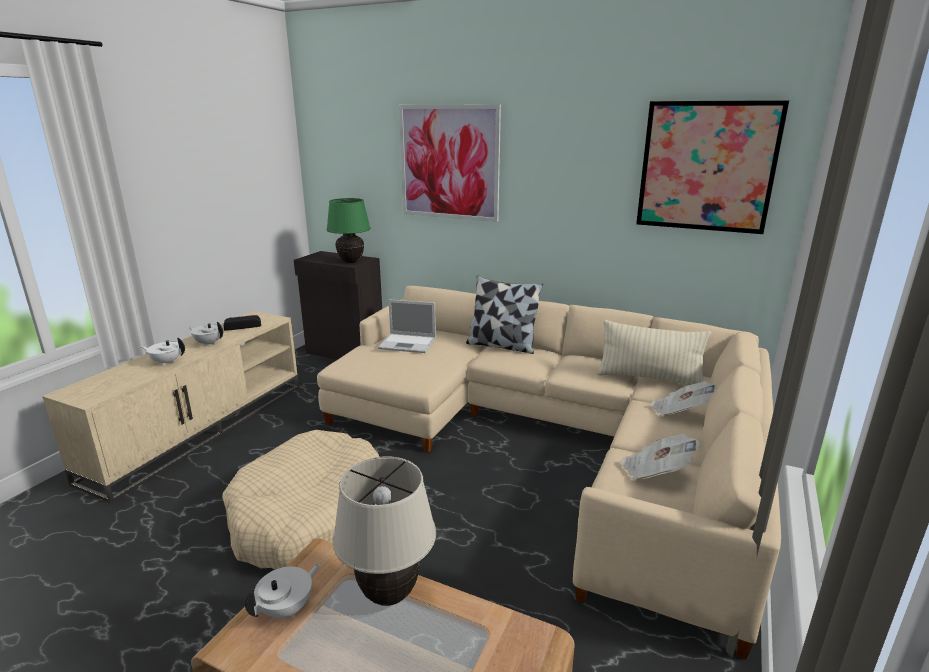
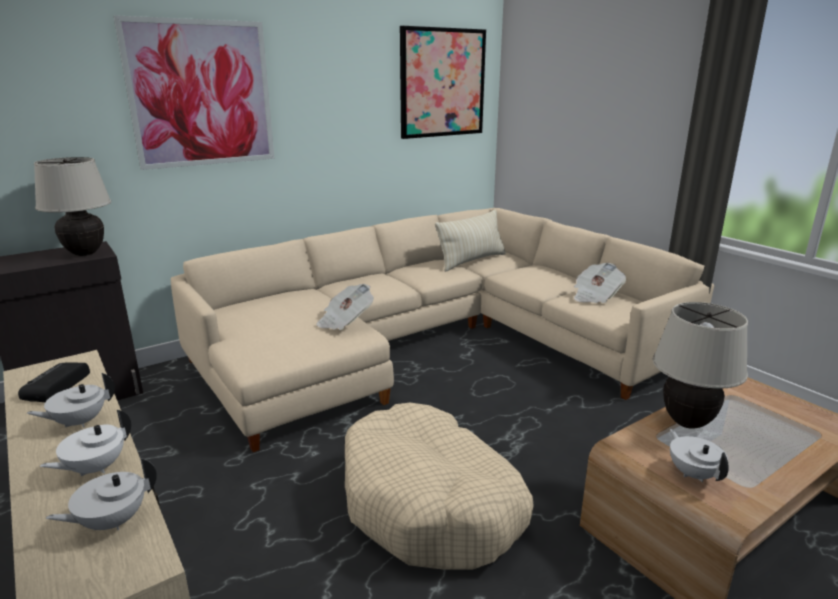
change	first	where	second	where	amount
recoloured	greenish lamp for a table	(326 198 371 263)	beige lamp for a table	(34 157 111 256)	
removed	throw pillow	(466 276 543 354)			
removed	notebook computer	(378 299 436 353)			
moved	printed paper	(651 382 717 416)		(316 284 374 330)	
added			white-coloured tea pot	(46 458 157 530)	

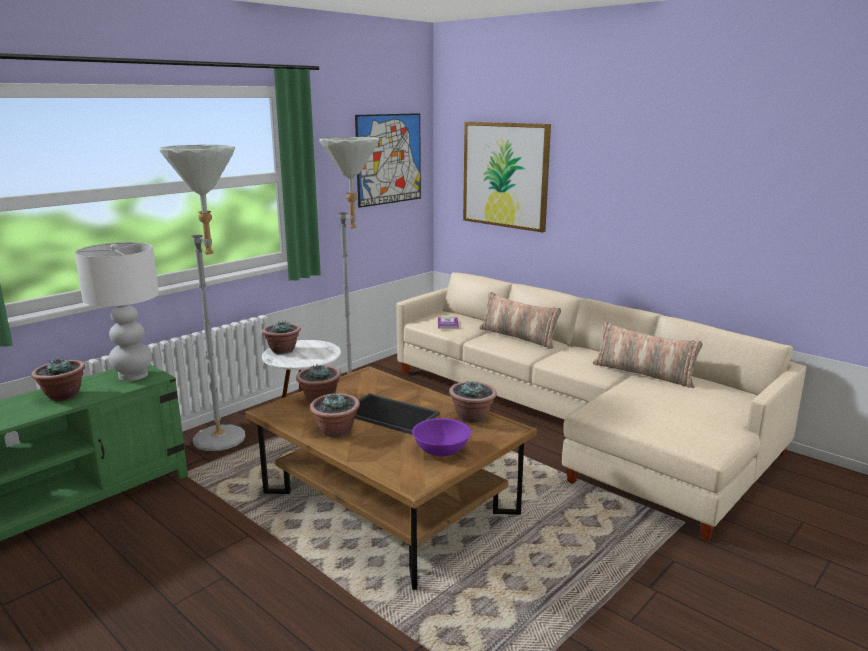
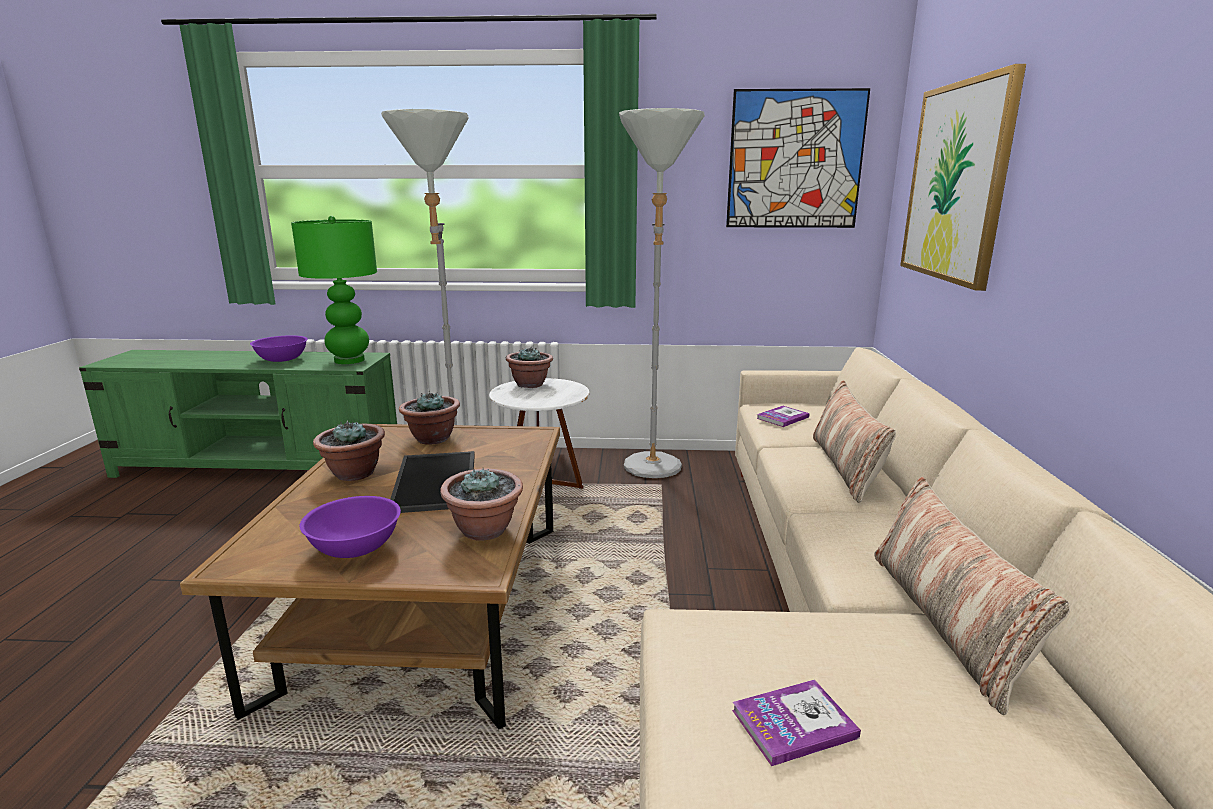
change	first	where	second	where	amount
recoloured	white-coloured lamp for a table	(75 242 159 381)	greenish lamp for a table	(291 216 377 364)	
replaced	houseplant	(31 358 85 401)	purple-coloured deep dish	(250 335 308 362)	
added			book	(732 679 861 766)	

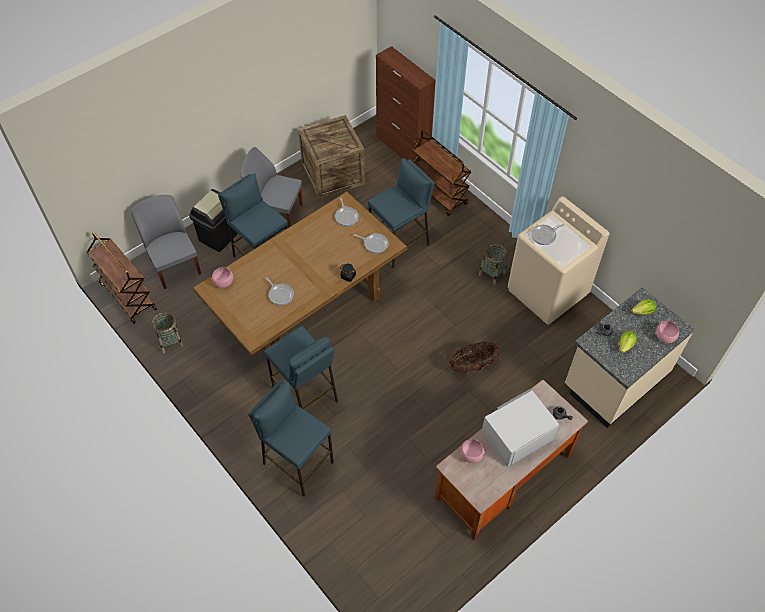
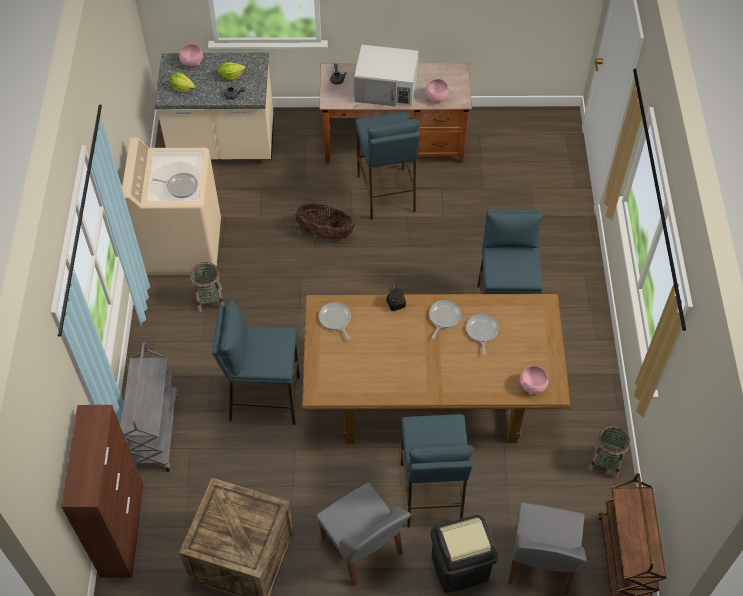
change	first	where	second	where	amount
recoloured	brown wheeled cart	(412 130 471 216)	gray wheeled cart	(121 343 178 472)	
moved	skillet	(335 198 359 226)		(429 300 461 339)	
moved	blue sitting stool	(248 381 334 497)		(356 112 420 220)	

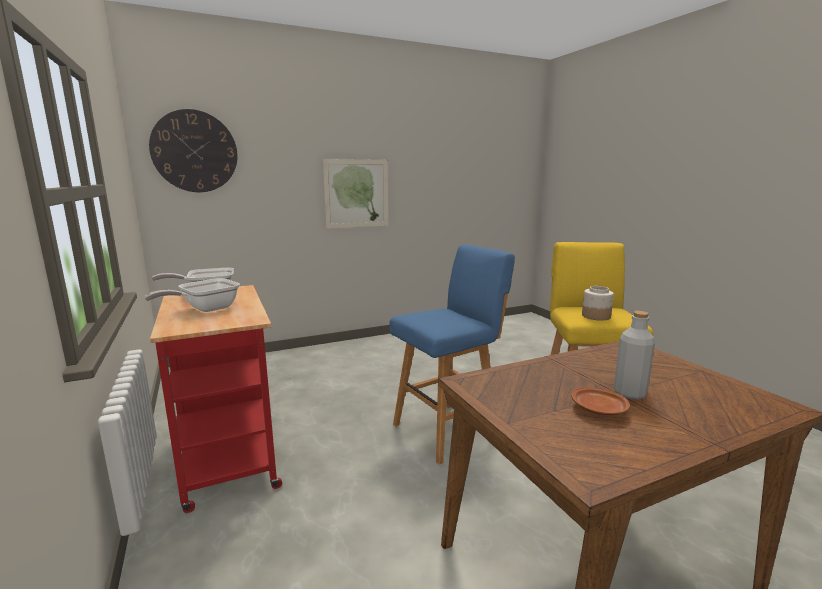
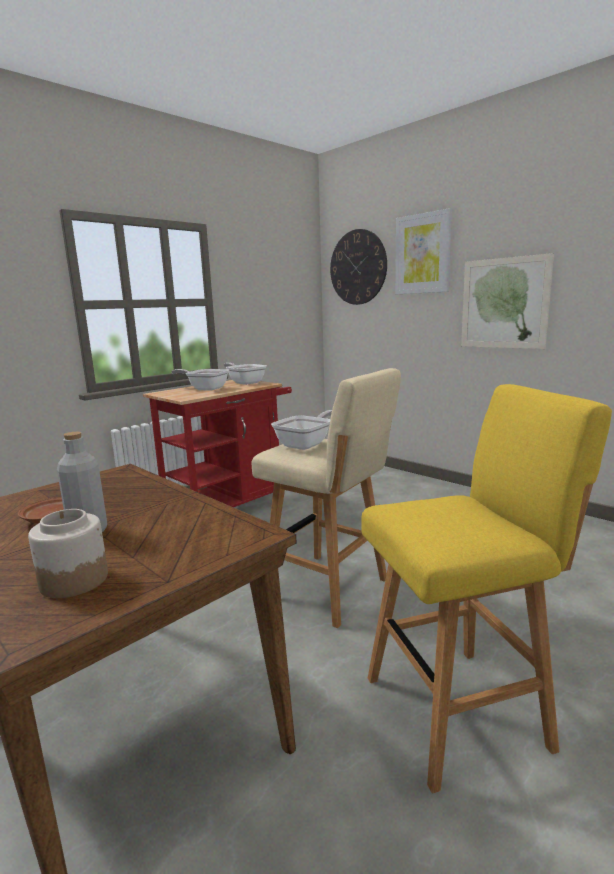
change	first	where	second	where	amount
recoloured	blue sitting stool	(390 244 515 464)	beige sitting stool	(251 368 401 628)	
moved	preserve jar	(582 286 614 321)		(28 509 108 598)	
added			picture	(395 208 452 294)	
added			skillet	(271 410 332 450)	

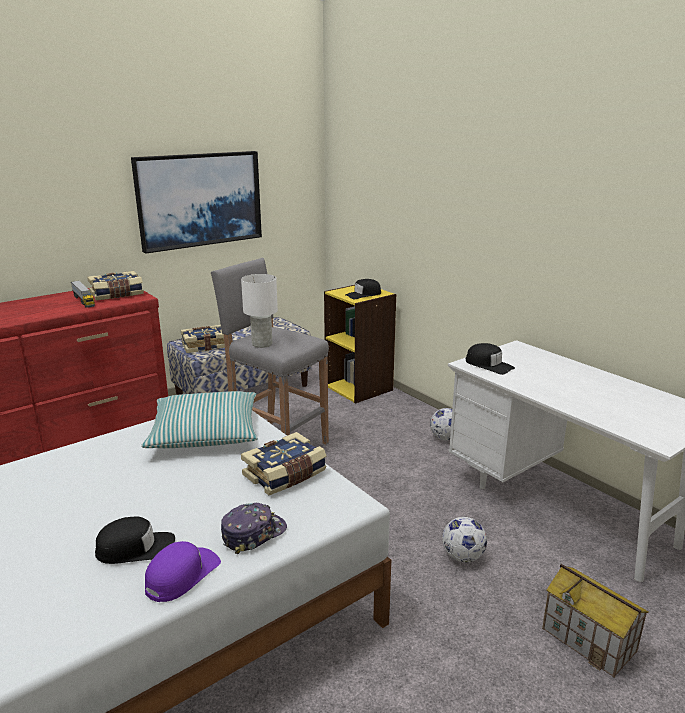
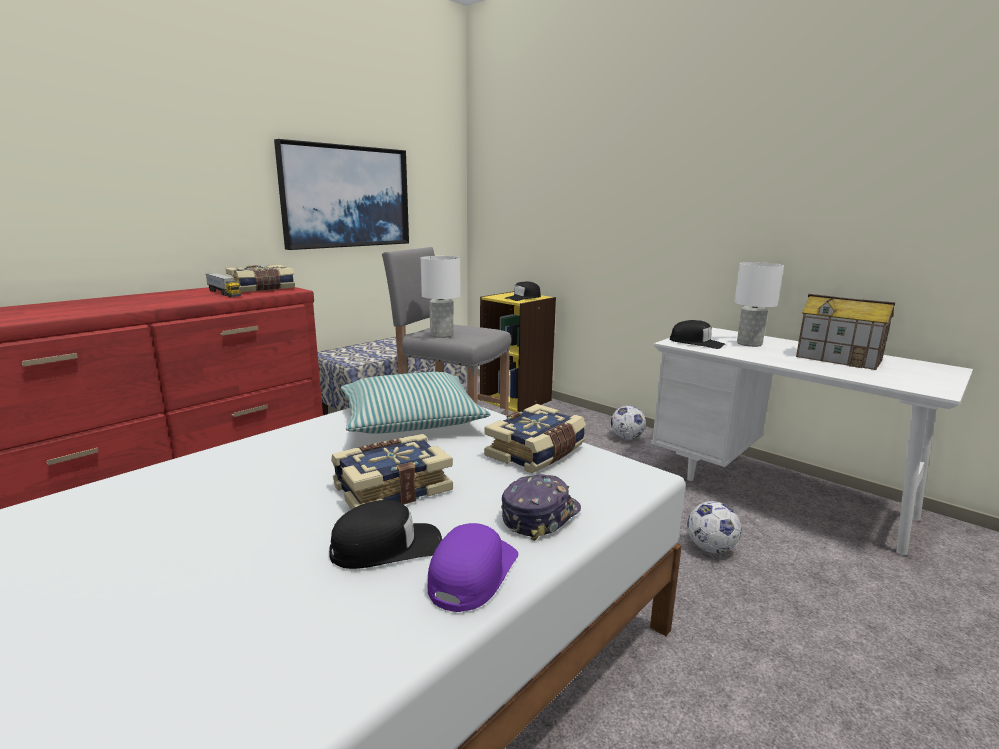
change	first	where	second	where	amount
moved	book	(181 325 225 353)		(331 434 453 510)	
moved	miniature house	(542 564 649 677)		(796 294 895 370)	
added			white-coloured lamp for a table	(734 262 784 347)	

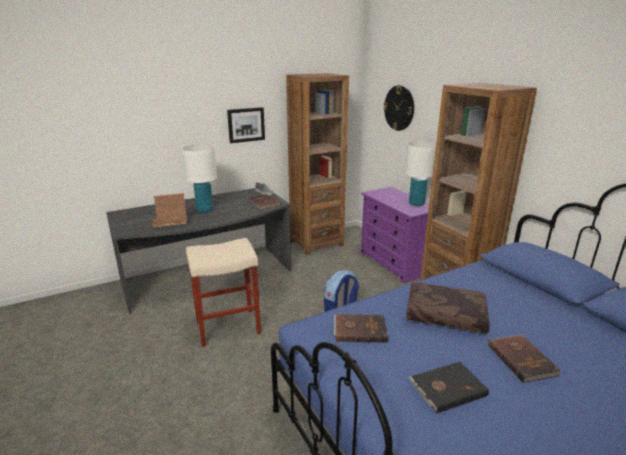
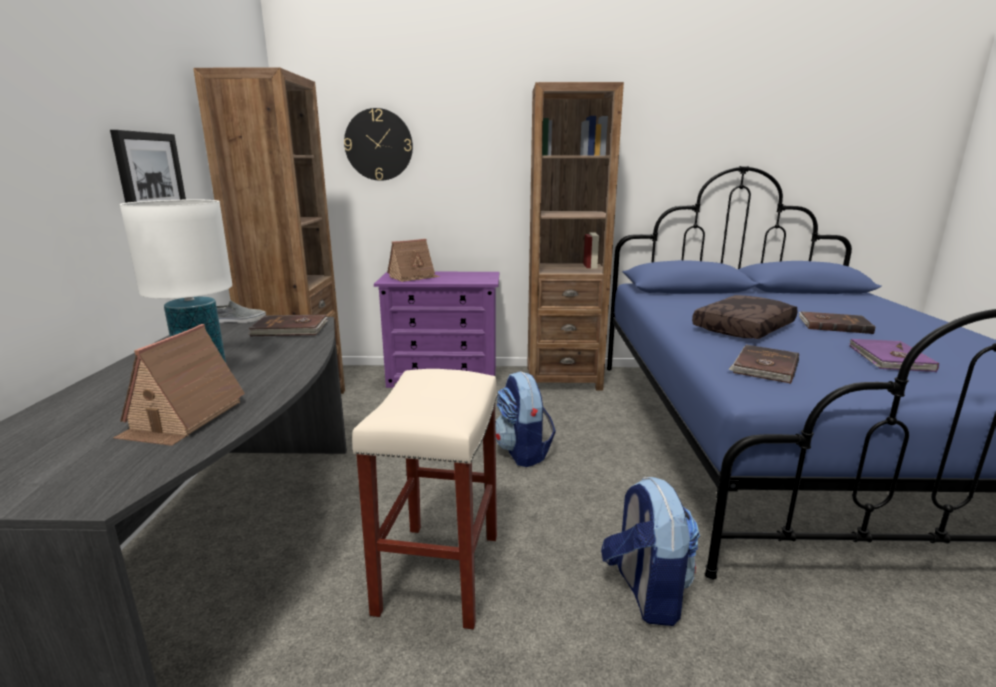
change	first	where	second	where	amount
removed	white-coloured lamp for a table	(405 141 436 206)			
recoloured	black-coloured book	(409 362 489 413)	purple-coloured book	(849 339 939 372)	
added			miniature house	(387 239 440 282)	
added			knapsack	(601 477 700 626)	

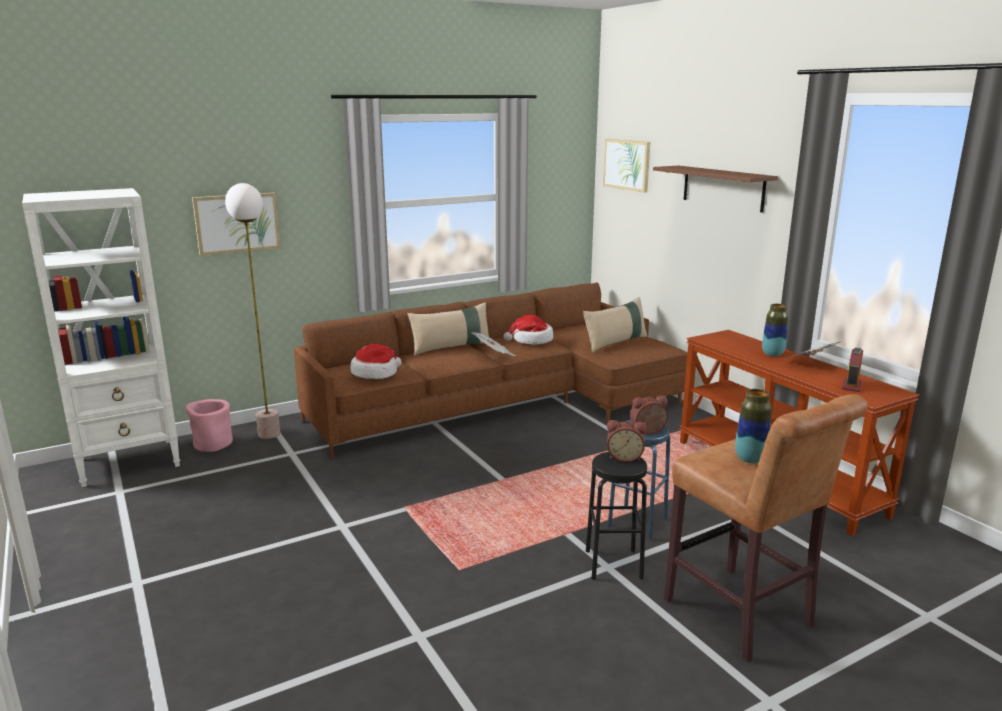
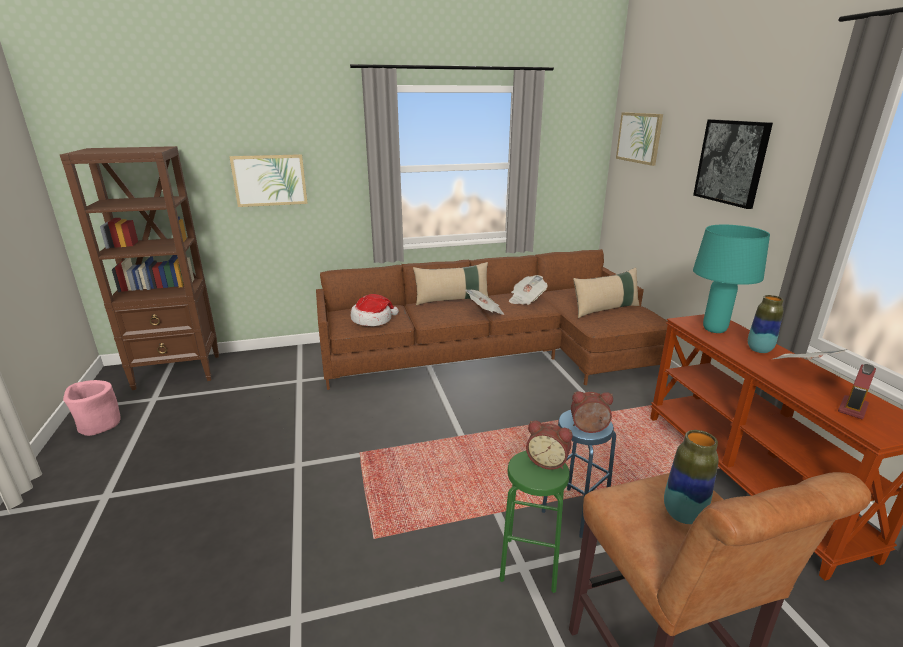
change	first	where	second	where	amount
replaced	brown bracket shelf	(653 166 778 212)	picture	(693 119 773 209)	
removed	standing lamp	(225 183 280 439)			
recoloured	white-coloured bookcase	(22 188 180 487)	brown bookcase	(60 146 219 390)	
replaced	clothing hat	(504 315 553 345)	printed paper	(509 275 547 305)	
moved	pink-coloured planter	(186 399 233 452)		(63 380 121 436)	
recoloured	black-coloured sitting stool	(586 452 647 580)	greenish sitting stool	(500 451 570 593)	
added			turquoise lamp for a table	(693 225 770 333)	

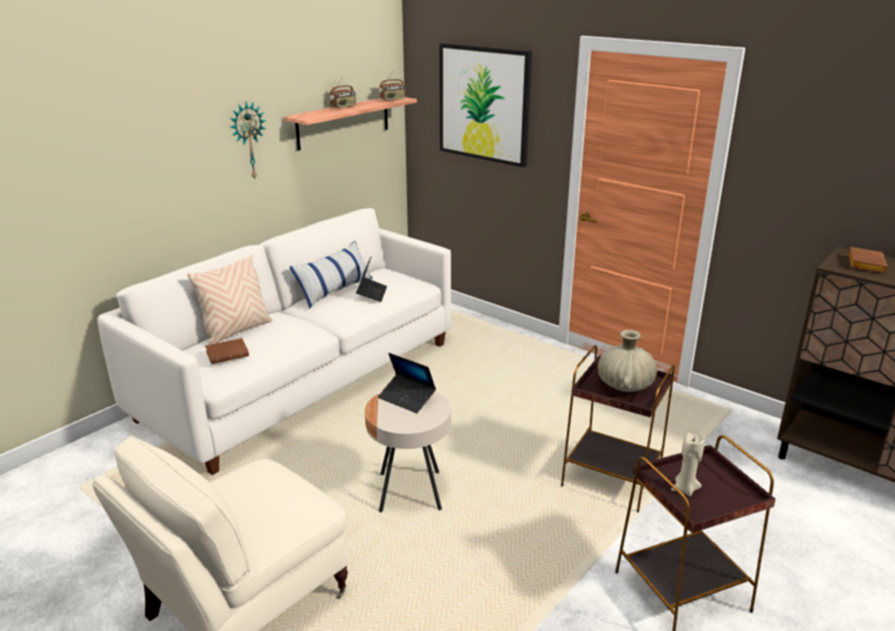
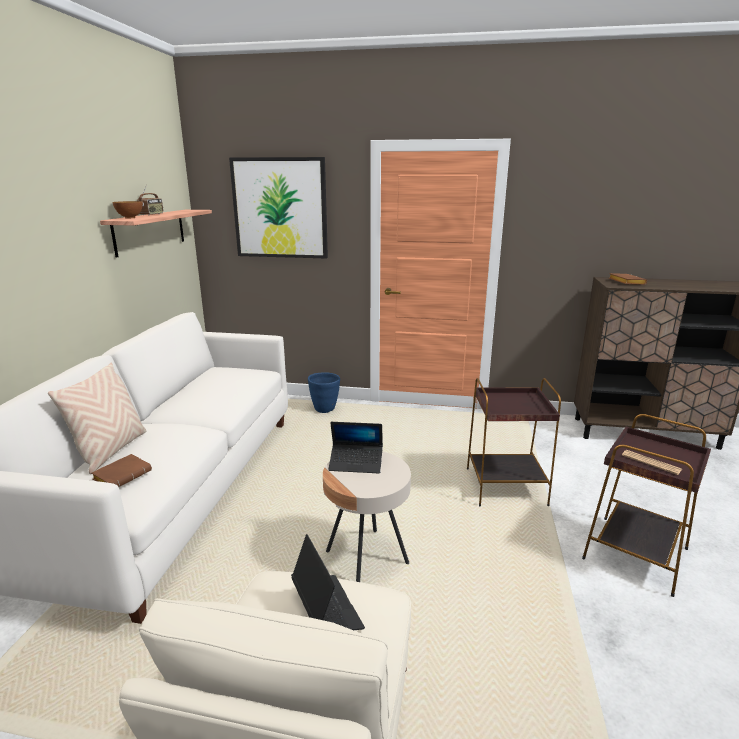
change	first	where	second	where	amount
removed	radio set	(379 70 405 101)			
removed	hanging clock	(230 102 266 179)			
removed	throw pillow	(289 241 373 309)			
moved	notebook computer	(356 256 387 302)		(291 534 365 630)	
removed	beige flower vase	(598 330 657 392)			
replaced	beige wax candle	(671 433 705 497)	printed paper	(622 450 682 475)	
added			deep dish	(112 201 143 218)	
added			blue planter	(308 372 340 413)	

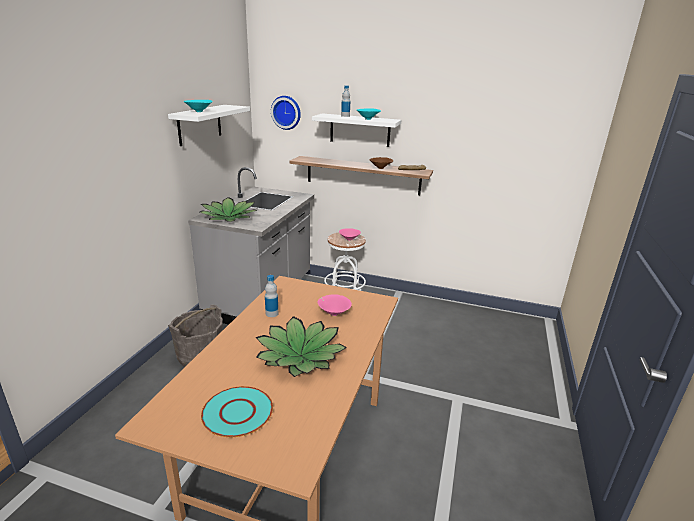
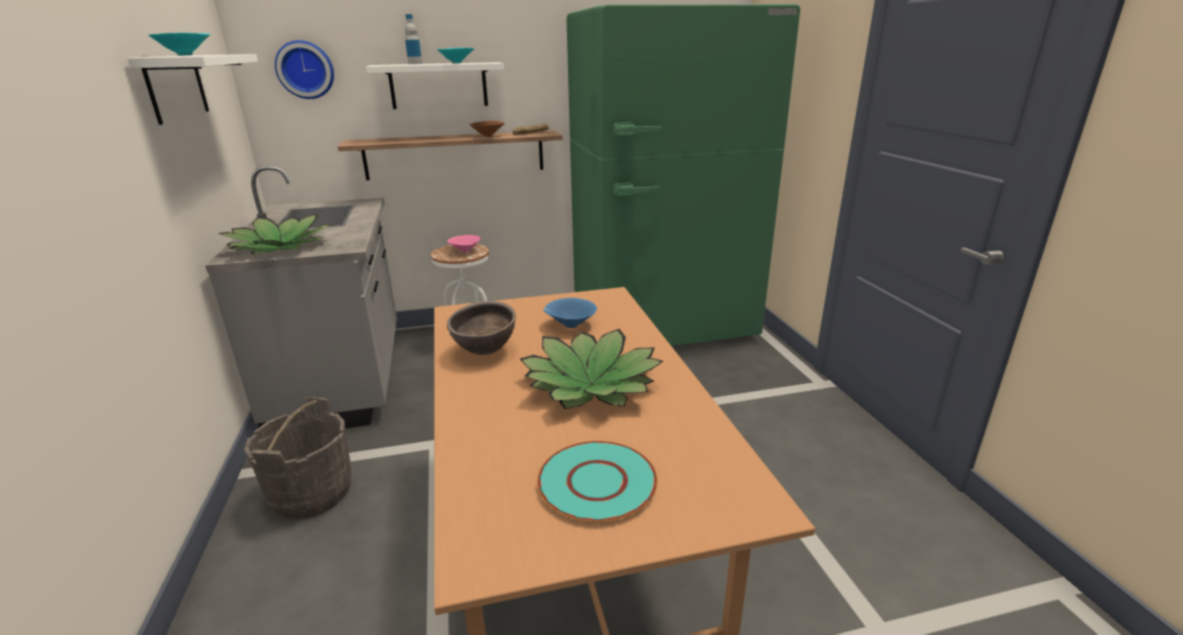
change	first	where	second	where	amount
replaced	beverage bottle	(265 275 278 317)	brown deep dish	(447 301 516 355)	
recoloured	pink-coloured deep dish	(318 294 352 316)	blue deep dish	(544 298 597 328)	
added			greenish kitchen fridge	(566 4 800 346)	

